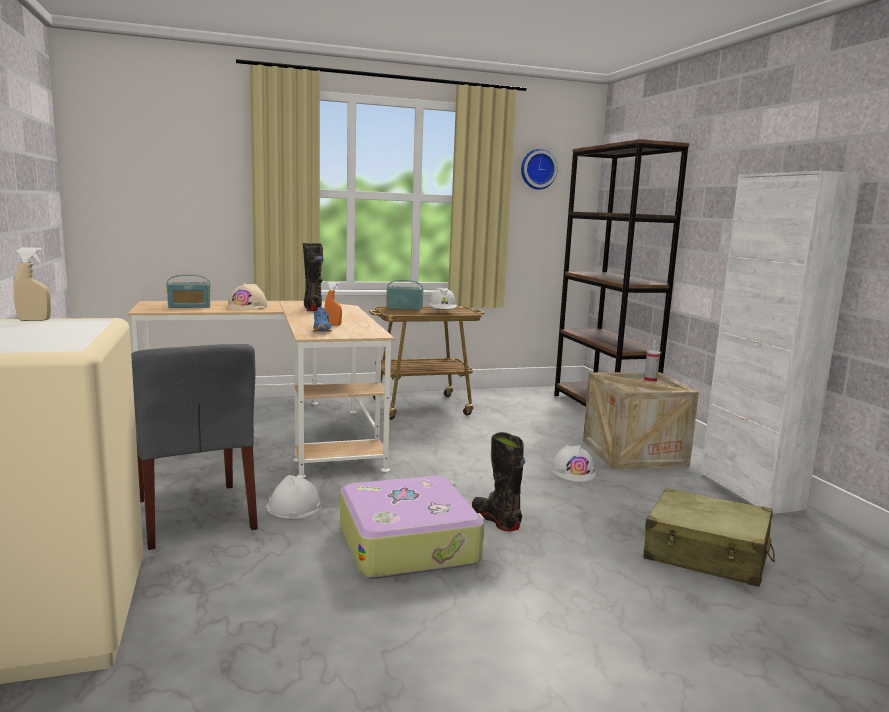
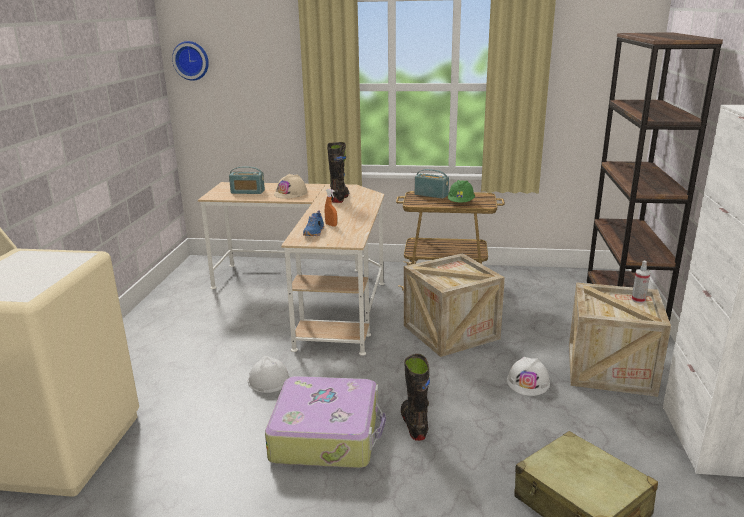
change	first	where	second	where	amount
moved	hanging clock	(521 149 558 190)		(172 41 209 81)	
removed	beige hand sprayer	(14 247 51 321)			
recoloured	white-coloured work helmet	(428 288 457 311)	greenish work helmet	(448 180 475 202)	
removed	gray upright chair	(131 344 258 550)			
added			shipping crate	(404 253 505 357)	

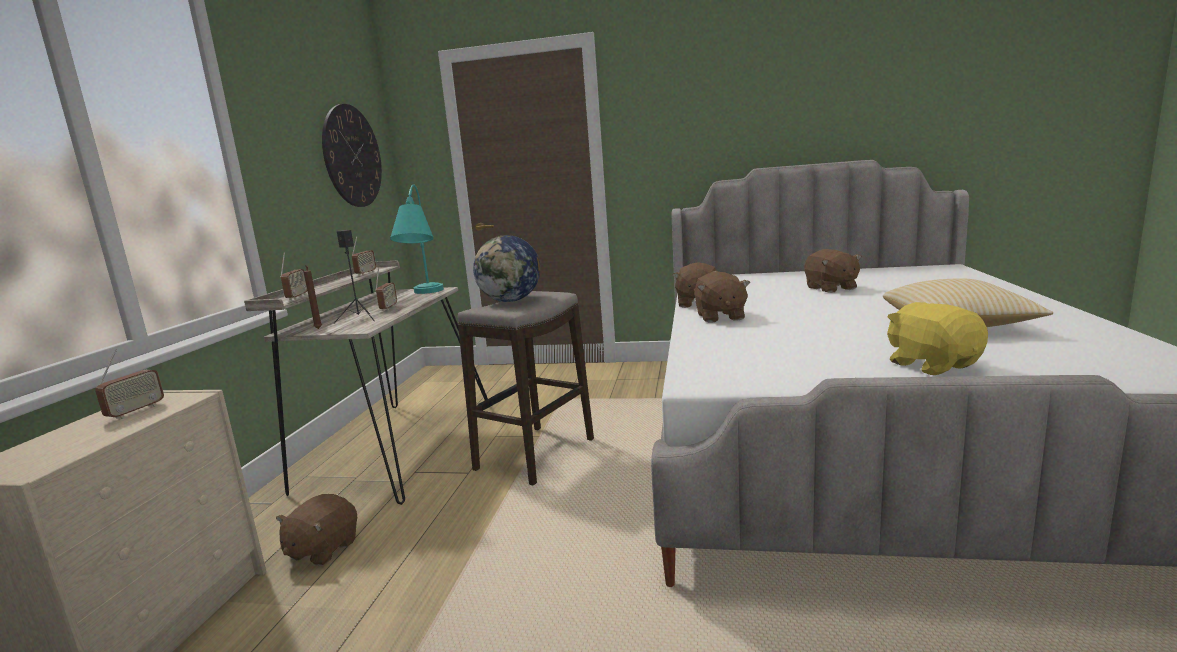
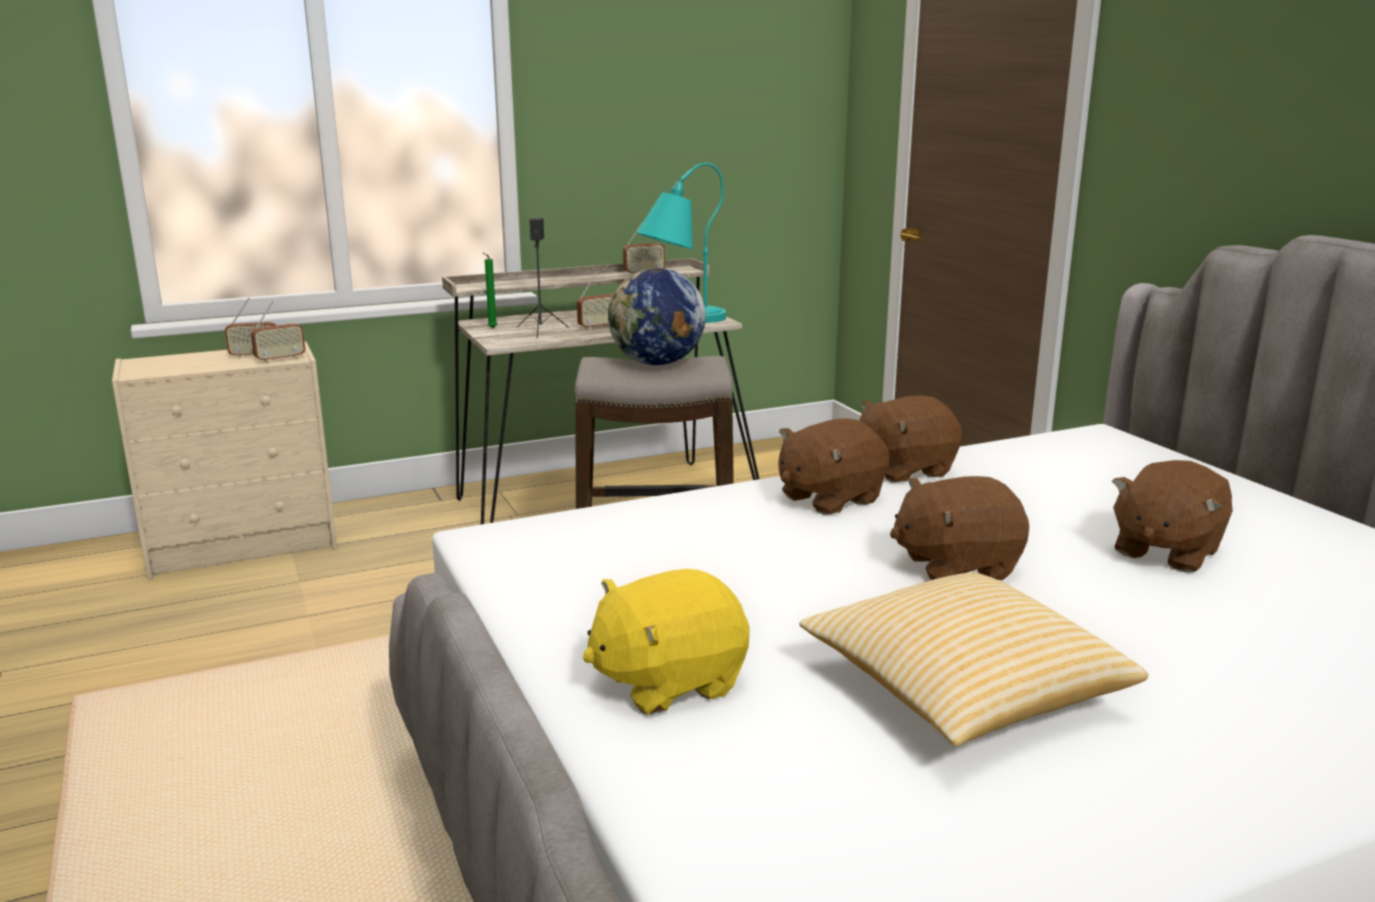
change	first	where	second	where	amount
removed	hanging clock	(322 104 382 207)			
moved	radio set	(280 252 307 300)		(251 300 306 363)	
recoloured	brown wax candle	(304 265 322 329)	greenish wax candle	(482 252 497 328)	
turned	yellow plush toy	(887 302 988 375)		(583 569 749 715)	150 degrees counterclockwise
moved	brown plush toy	(276 494 357 566)		(890 476 1029 580)	

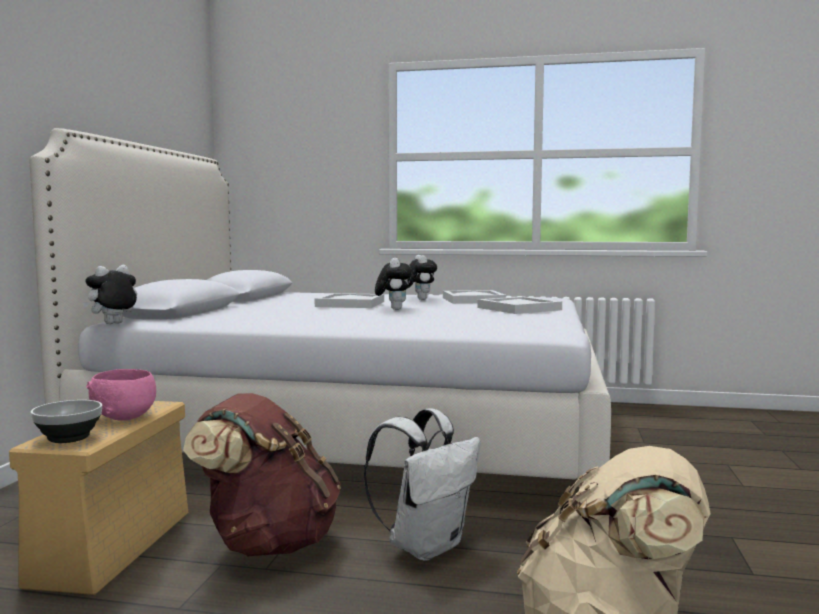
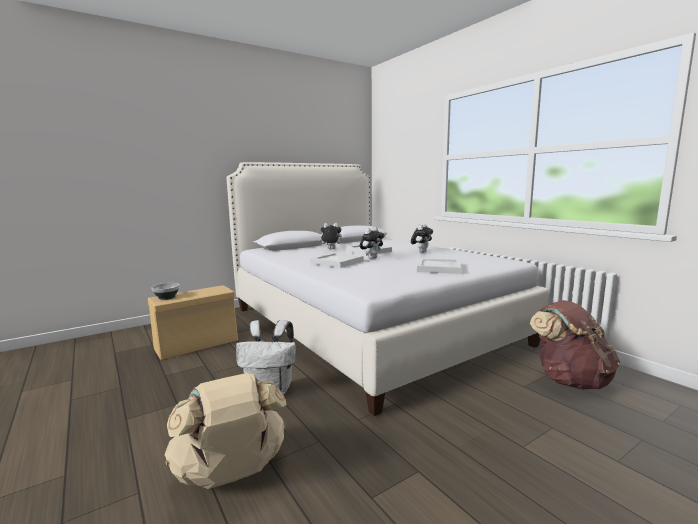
change	first	where	second	where	amount
moved	plush toy	(82 265 137 324)		(318 223 342 249)	
moved	white-coloured tray	(443 290 506 304)		(311 253 364 268)	
removed	pink-coloured deep dish	(86 369 156 421)			
moved	brown knapsack	(183 393 341 556)		(530 300 620 389)	

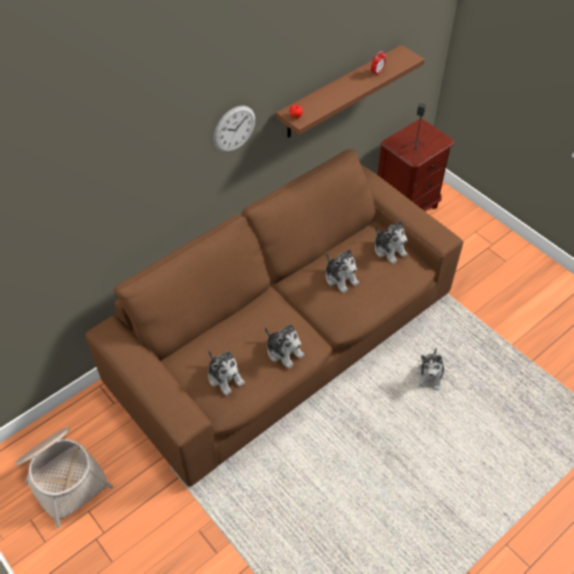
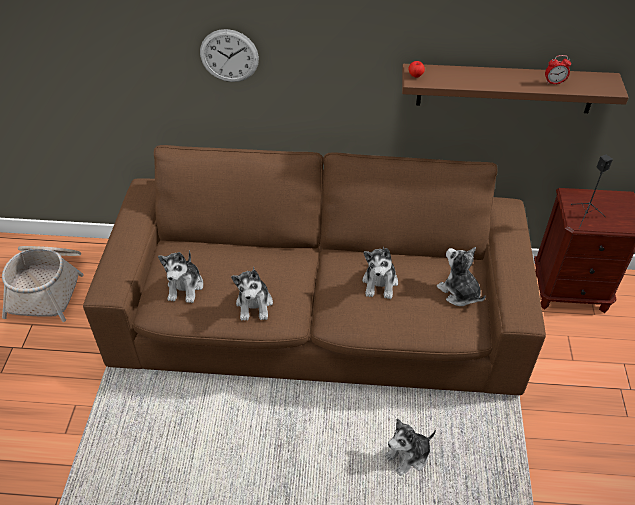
change	first	where	second	where	amount
moved	hanging clock	(214 106 255 152)		(200 29 259 82)	
turned	plush toy	(375 221 408 264)		(437 247 486 306)	135 degrees clockwise

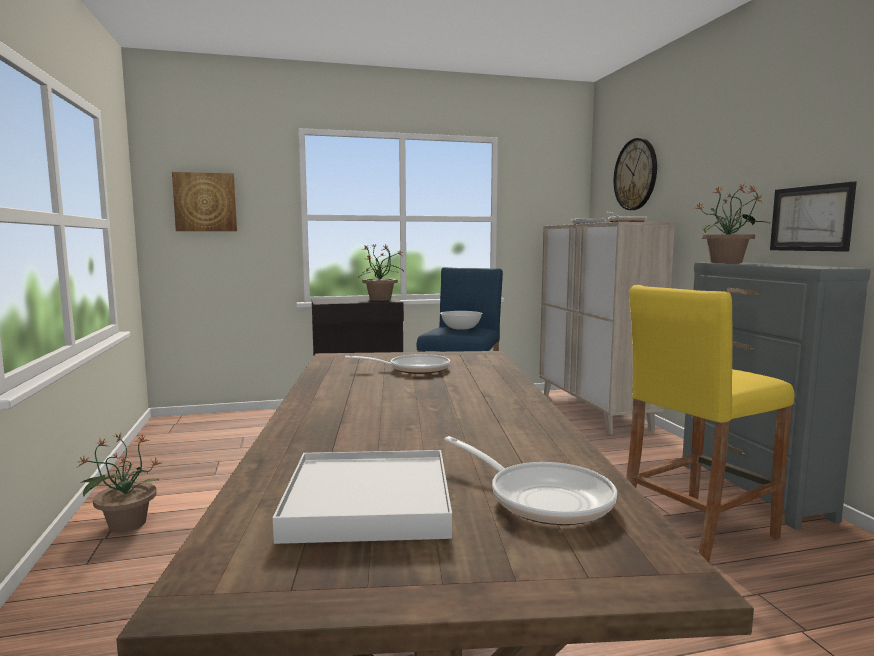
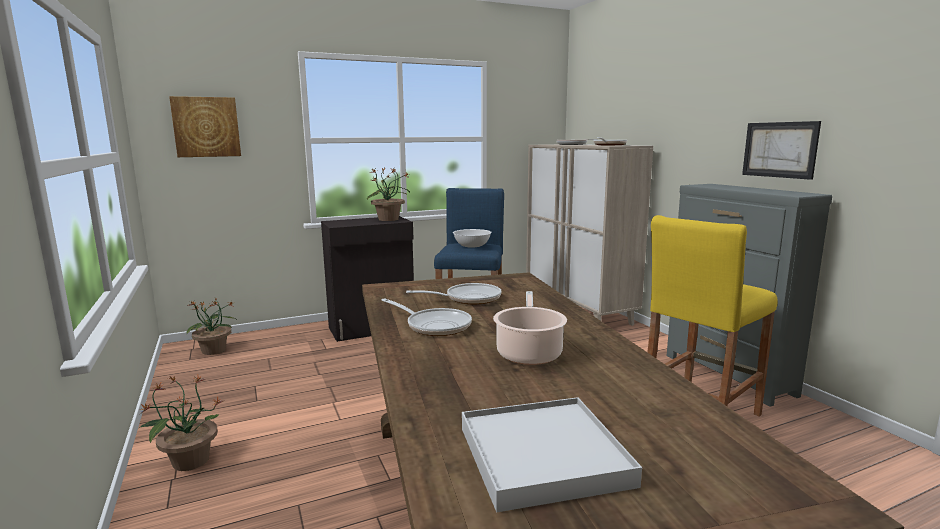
change	first	where	second	where	amount
removed	hanging clock	(614 138 657 210)			
moved	houseplant	(695 184 771 263)		(186 298 237 355)	
moved	skillet	(444 436 617 525)		(381 298 472 336)	
added			cooking pot	(493 291 567 365)	

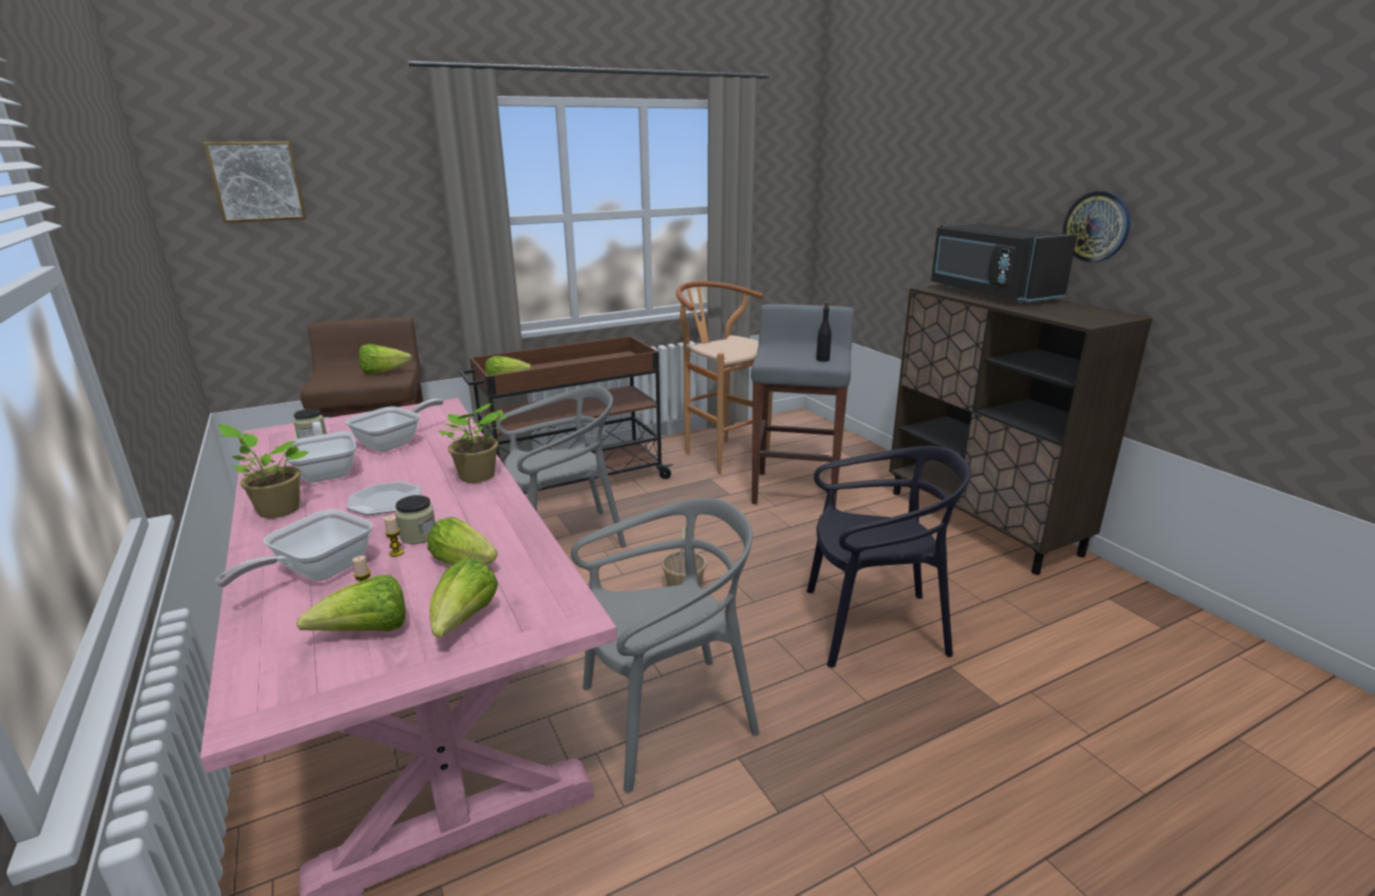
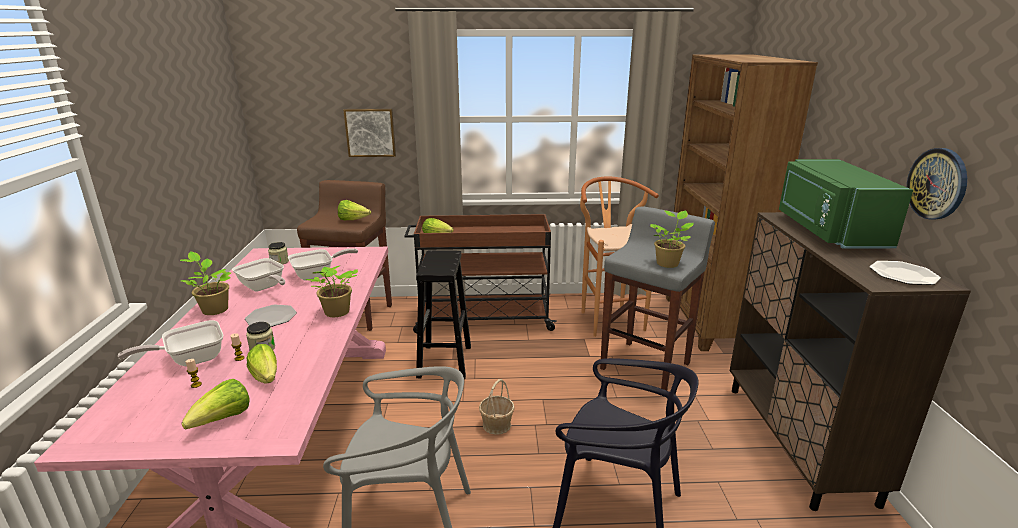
change	first	where	second	where	amount
moved	picture	(203 141 306 223)		(344 109 396 157)	
recoloured	black-coloured kitchen microwave	(931 223 1077 304)	greenish kitchen microwave	(779 159 913 249)	
replaced	black-coloured beverage bottle	(816 302 831 362)	houseplant	(649 210 694 268)	
replaced	gray upright chair	(496 386 626 548)	black-coloured sitting stool	(416 250 471 379)	
turned	skillet	(285 421 356 482)		(232 258 285 291)	135 degrees clockwise
removed	lettuce	(297 575 405 631)			
added			brown bookcase	(666 55 818 351)	
added			flat dish	(869 261 941 285)	

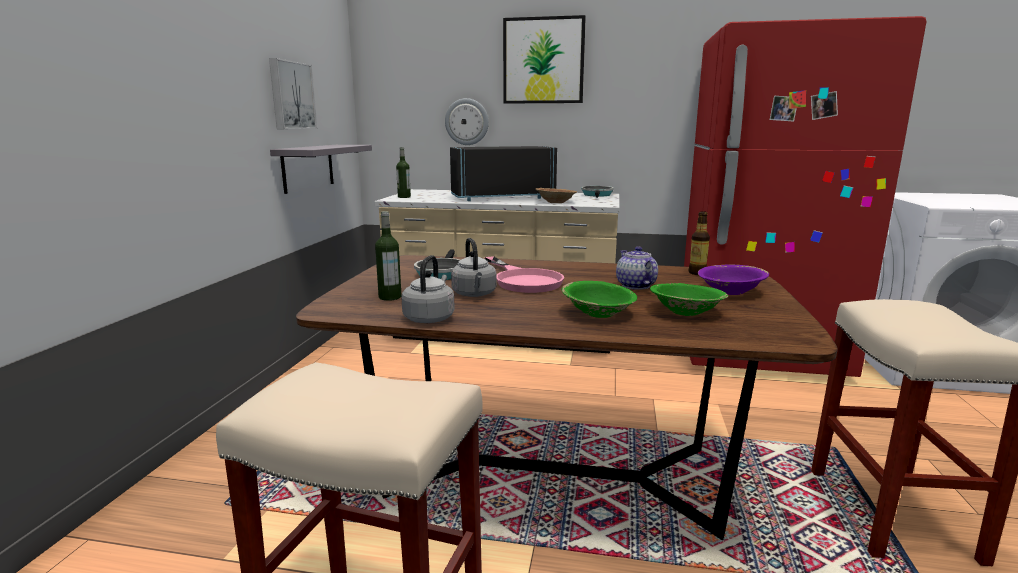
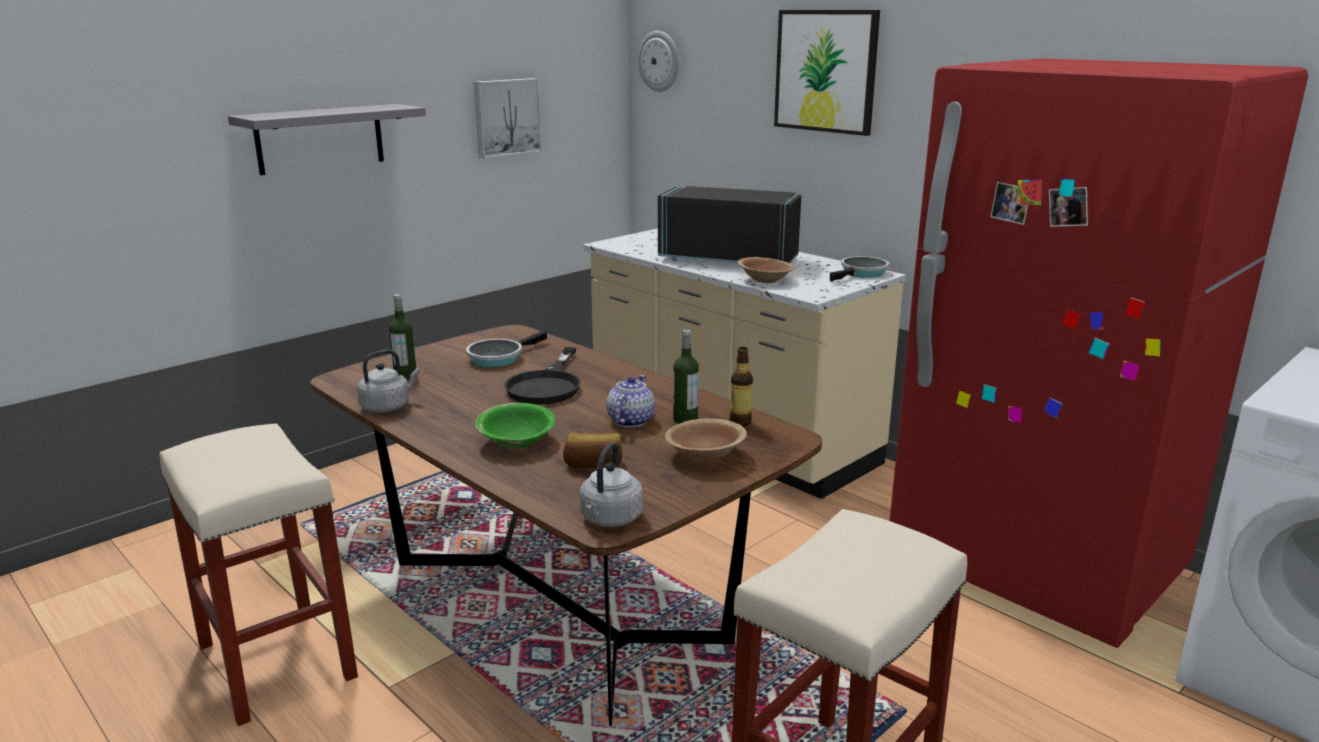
change	first	where	second	where	amount
moved	hanging clock	(445 98 489 145)		(638 31 679 92)	
moved	gray bracket shelf	(270 145 372 194)		(228 104 426 175)	
moved	beverage bottle	(396 147 411 198)		(673 330 699 424)	
moved	gray tea kettle	(451 238 497 297)		(580 442 643 527)	
recoloured	pink-coloured skillet	(485 256 564 293)	black-coloured skillet	(504 347 581 405)	
recoloured	purple-coloured deep dish	(698 265 769 295)	brown deep dish	(665 418 747 462)	
replaced	greenish deep dish	(650 283 728 316)	bakery bread	(563 433 623 468)	

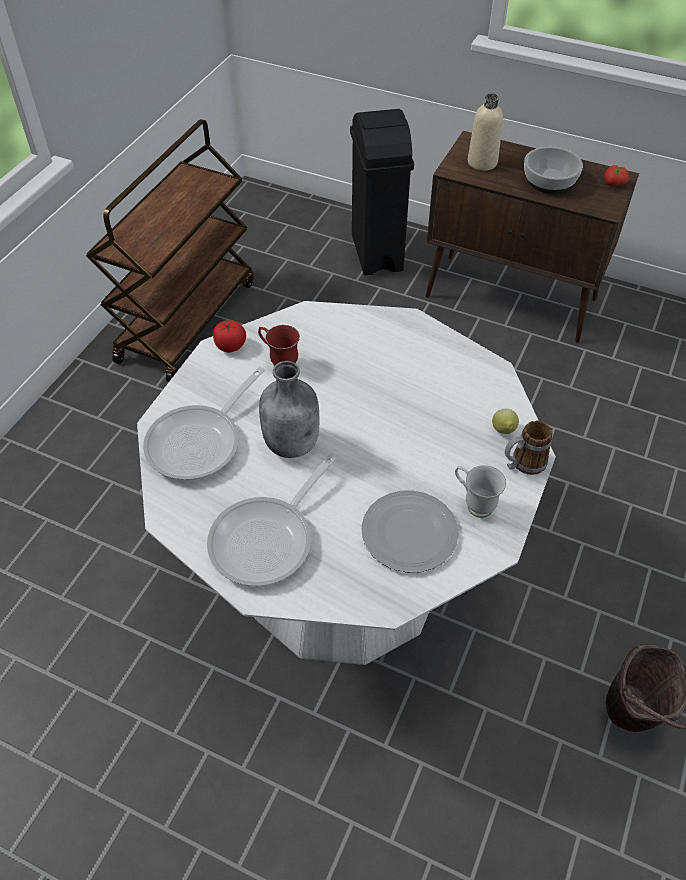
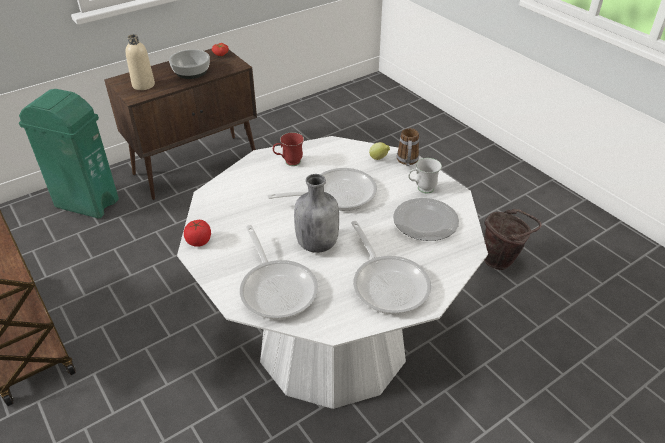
change	first	where	second	where	amount
recoloured	black-coloured trash can	(350 109 414 275)	greenish trash can	(19 89 119 218)	
moved	red mug	(258 325 300 366)		(273 132 304 166)	
added			skillet	(267 168 377 211)	

